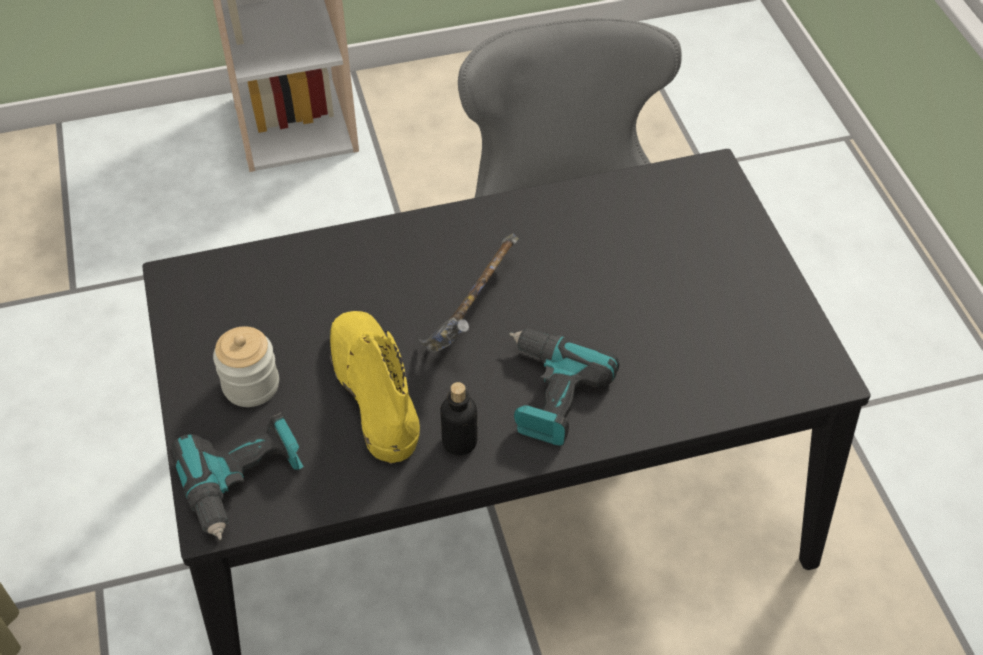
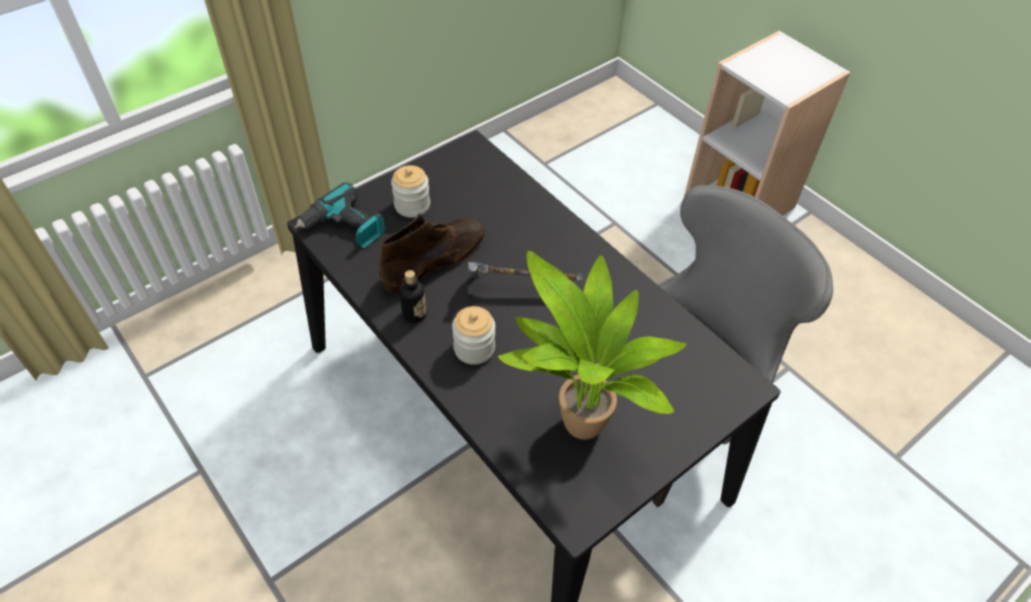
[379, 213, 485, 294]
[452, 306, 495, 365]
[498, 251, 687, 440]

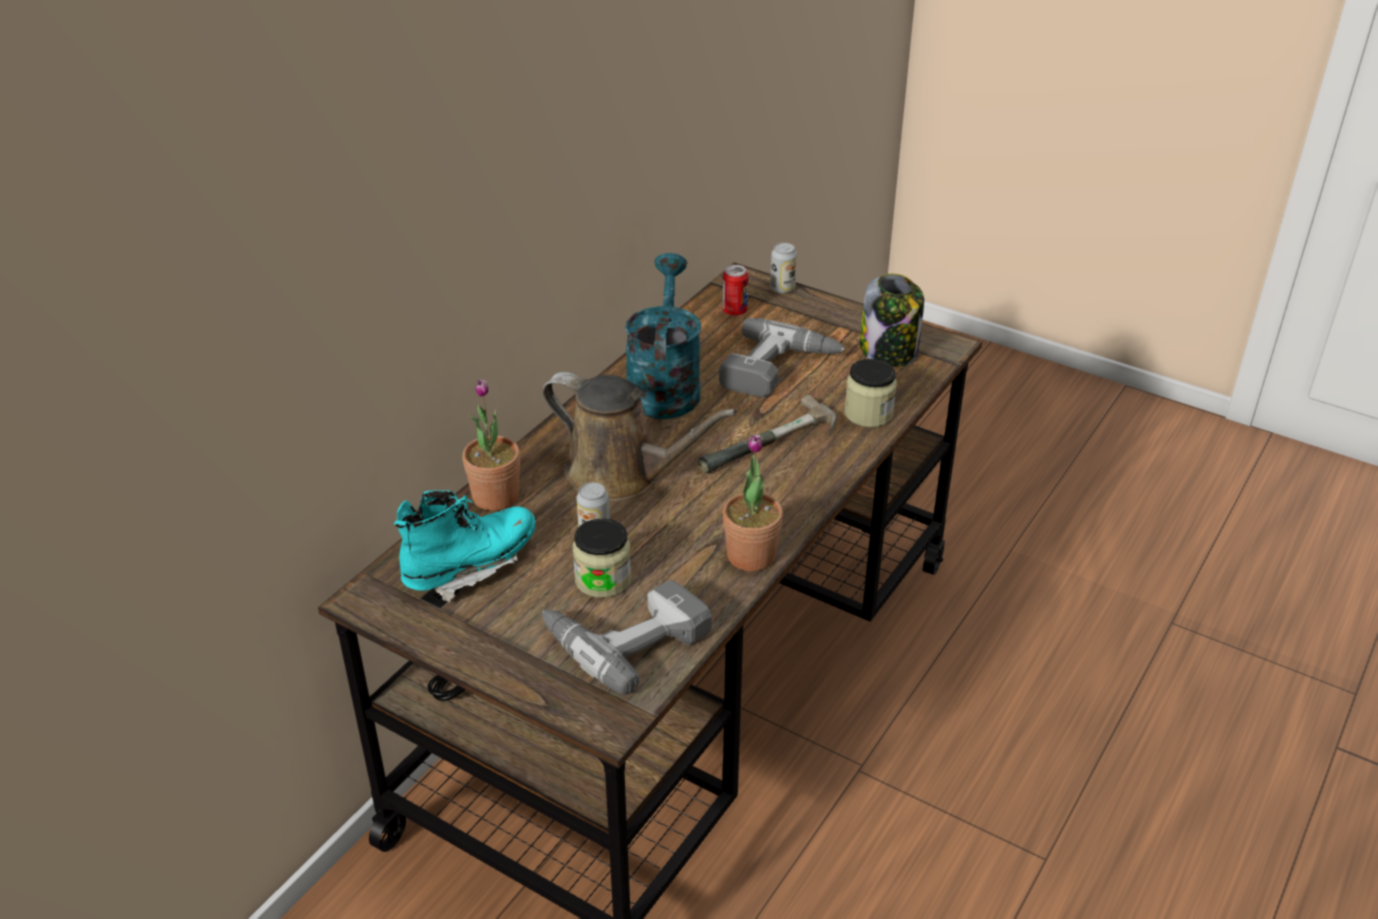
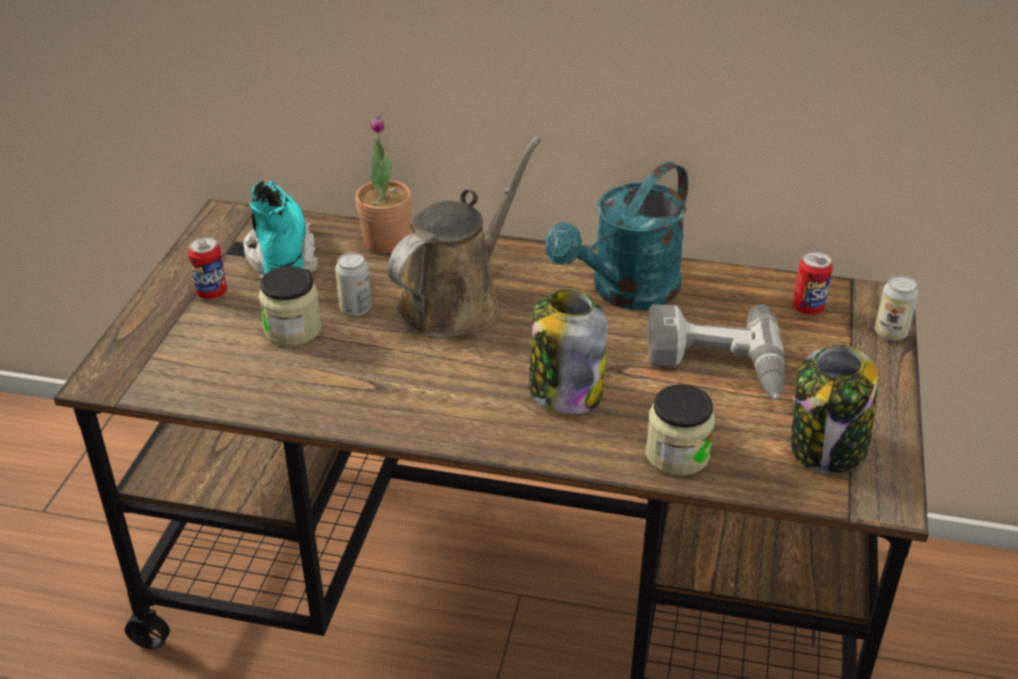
[188, 237, 227, 299]
[243, 180, 318, 278]
[388, 136, 541, 339]
[529, 290, 608, 414]
[545, 162, 688, 310]
[542, 580, 712, 695] (first image)
[723, 435, 783, 571] (first image)

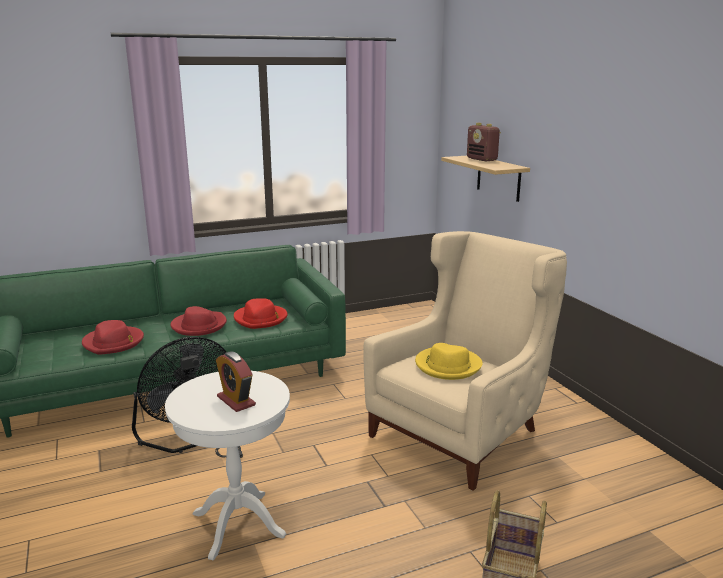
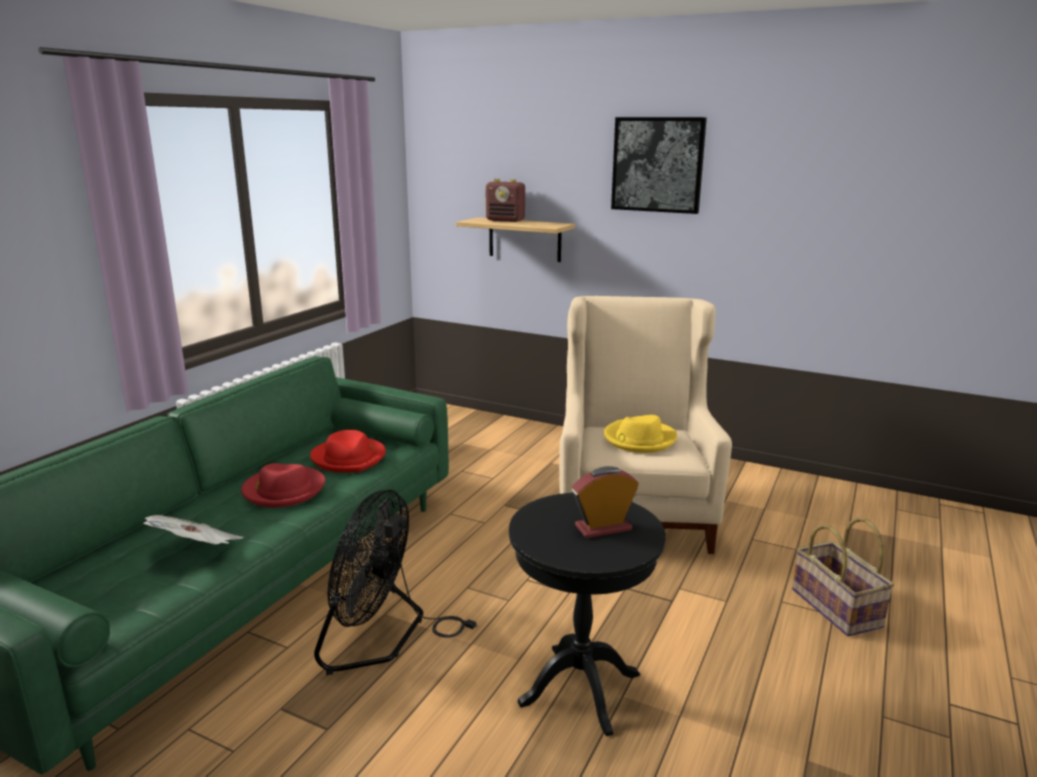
[143, 515, 244, 545]
[509, 493, 666, 736]
[572, 466, 639, 538]
[611, 117, 707, 214]

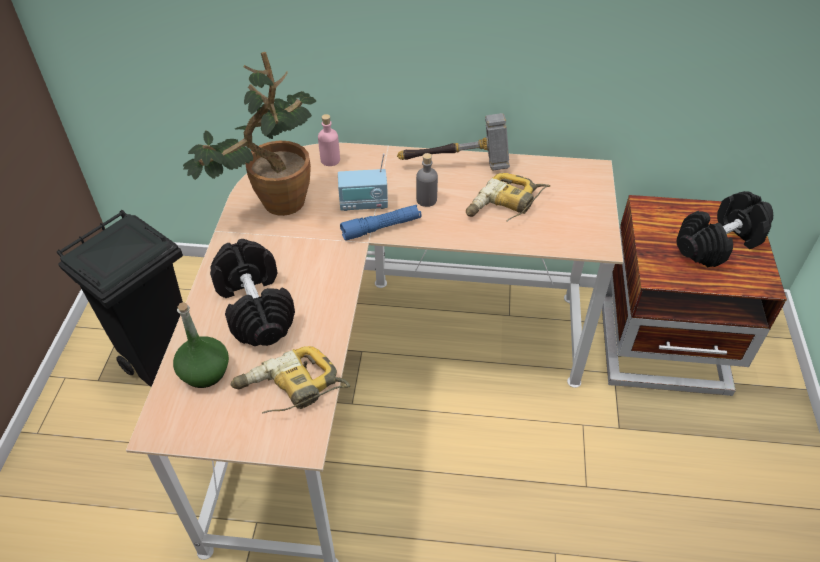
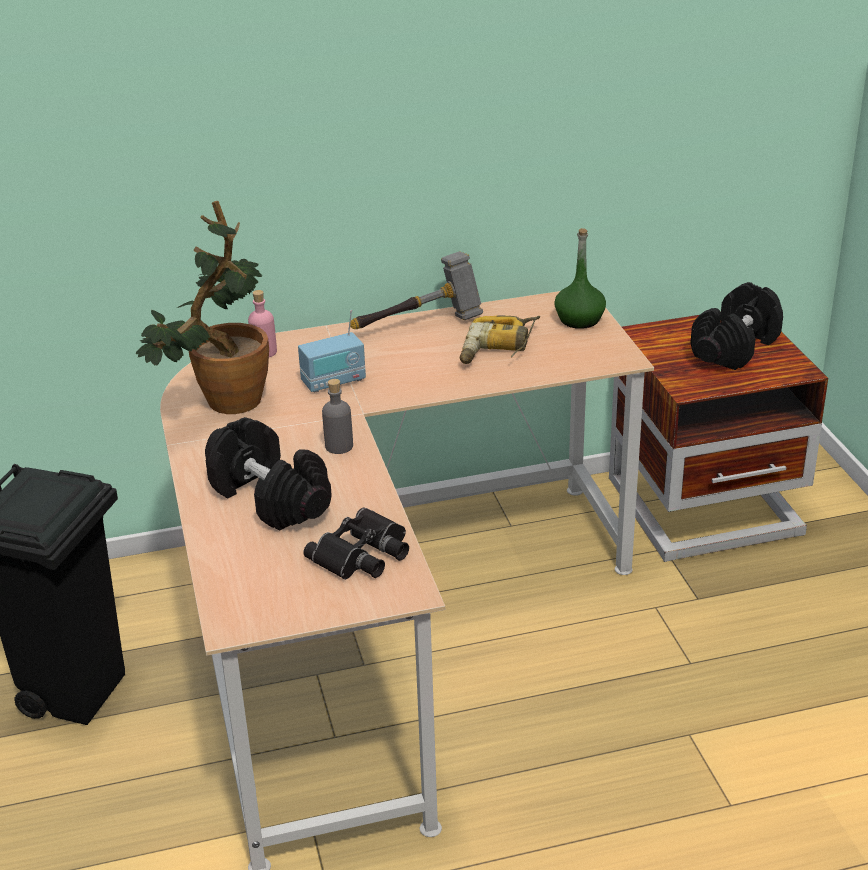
[304, 508, 409, 580]
[322, 379, 353, 454]
[554, 228, 606, 329]
[340, 205, 422, 241] (first image)

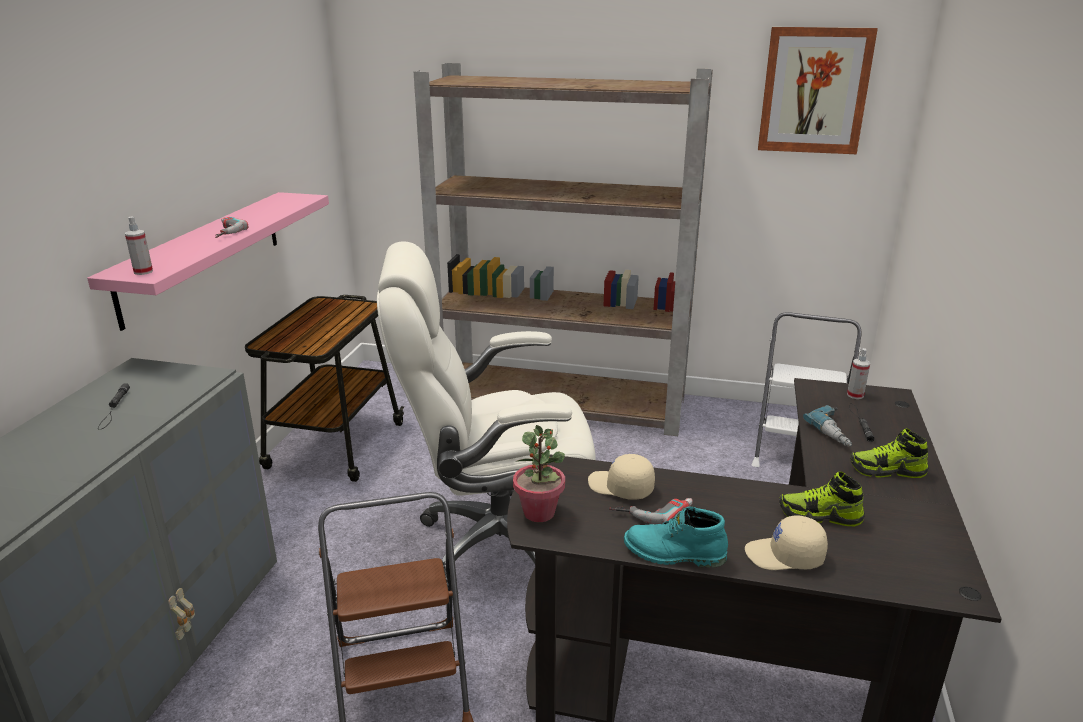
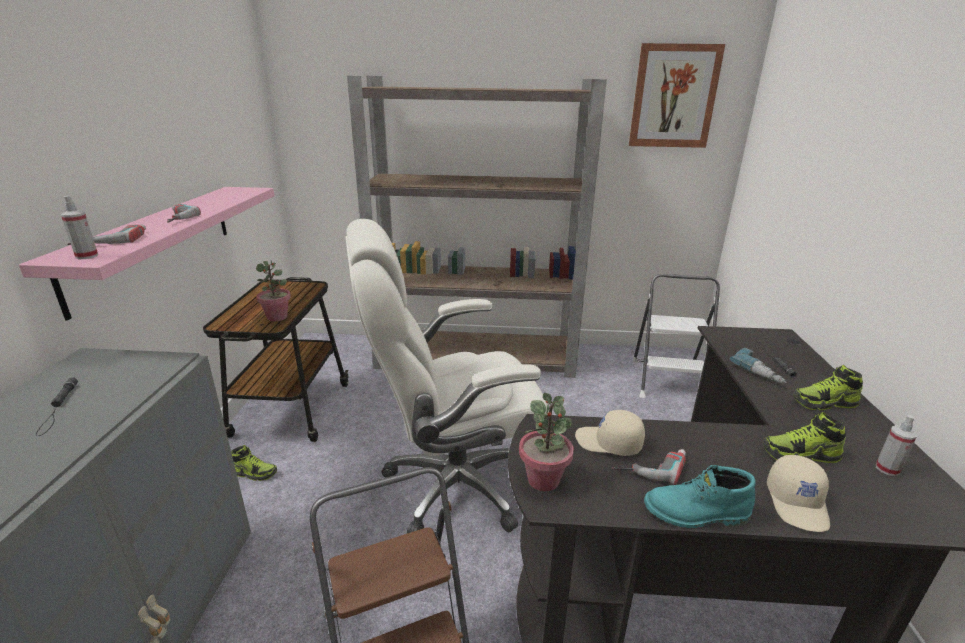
[68, 224, 146, 245]
[231, 445, 277, 481]
[256, 261, 291, 321]
[767, 455, 830, 532]
[876, 415, 917, 476]

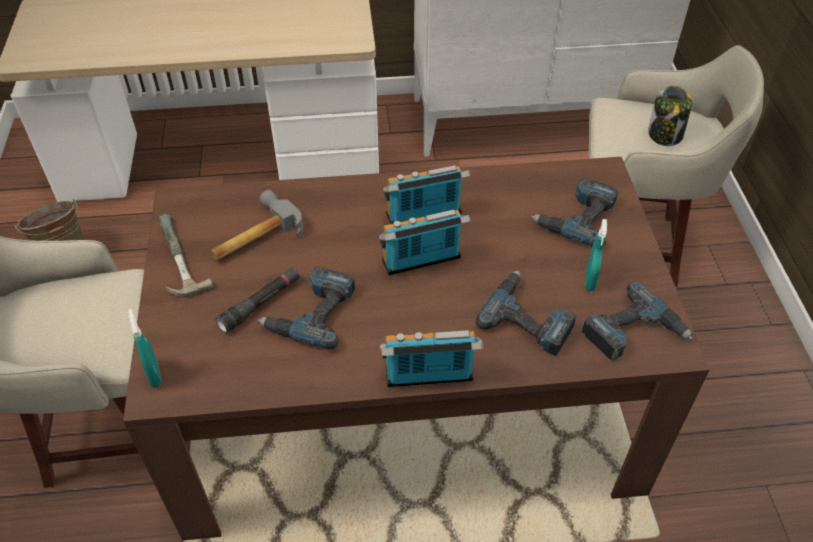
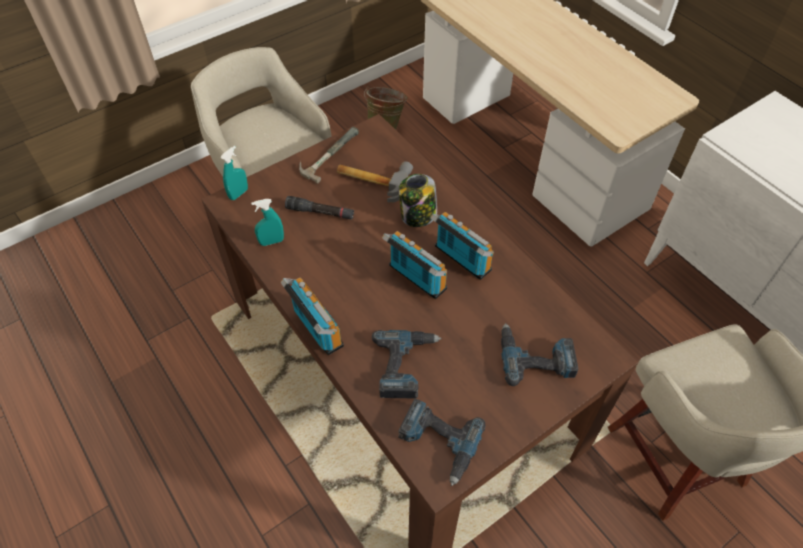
[251, 199, 284, 246]
[399, 174, 437, 227]
[258, 267, 355, 349] (first image)

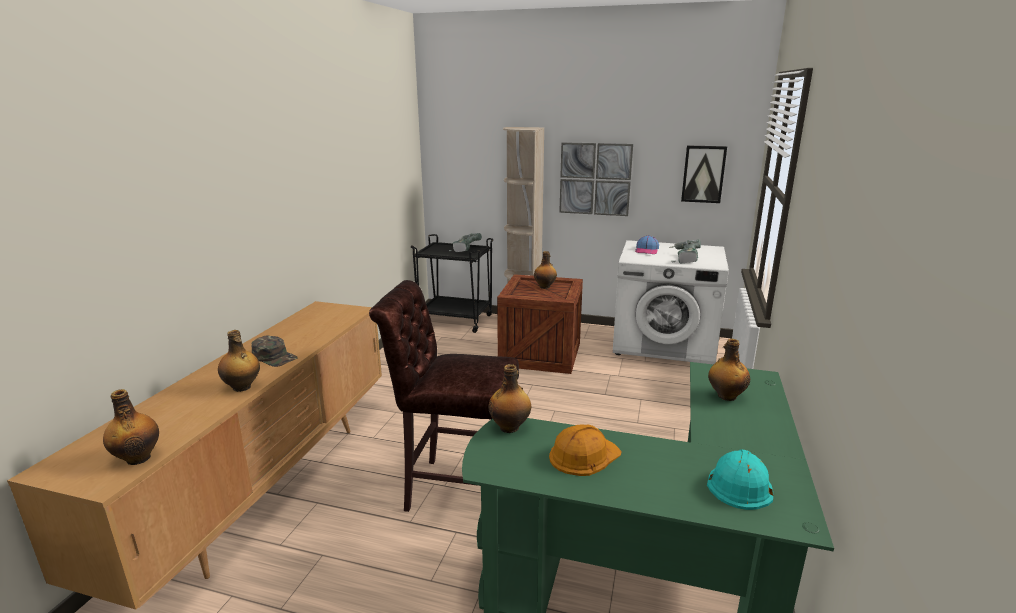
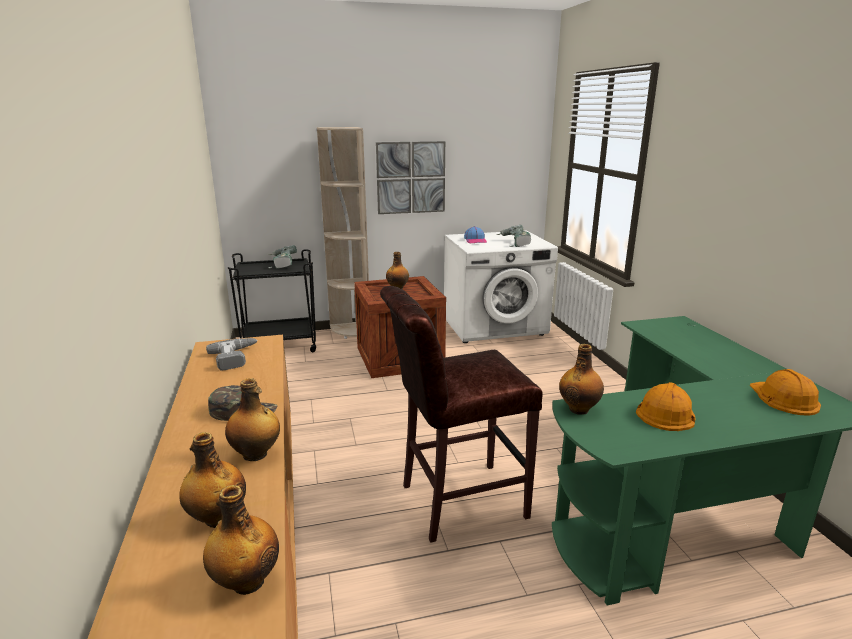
[179, 432, 246, 528]
[206, 338, 258, 371]
[750, 369, 821, 415]
[681, 145, 727, 203] (first image)

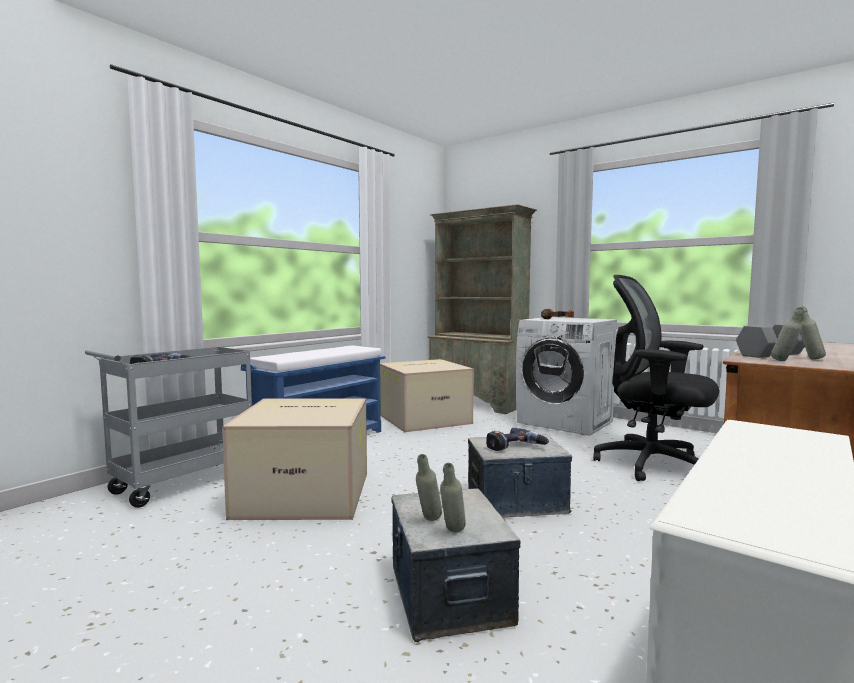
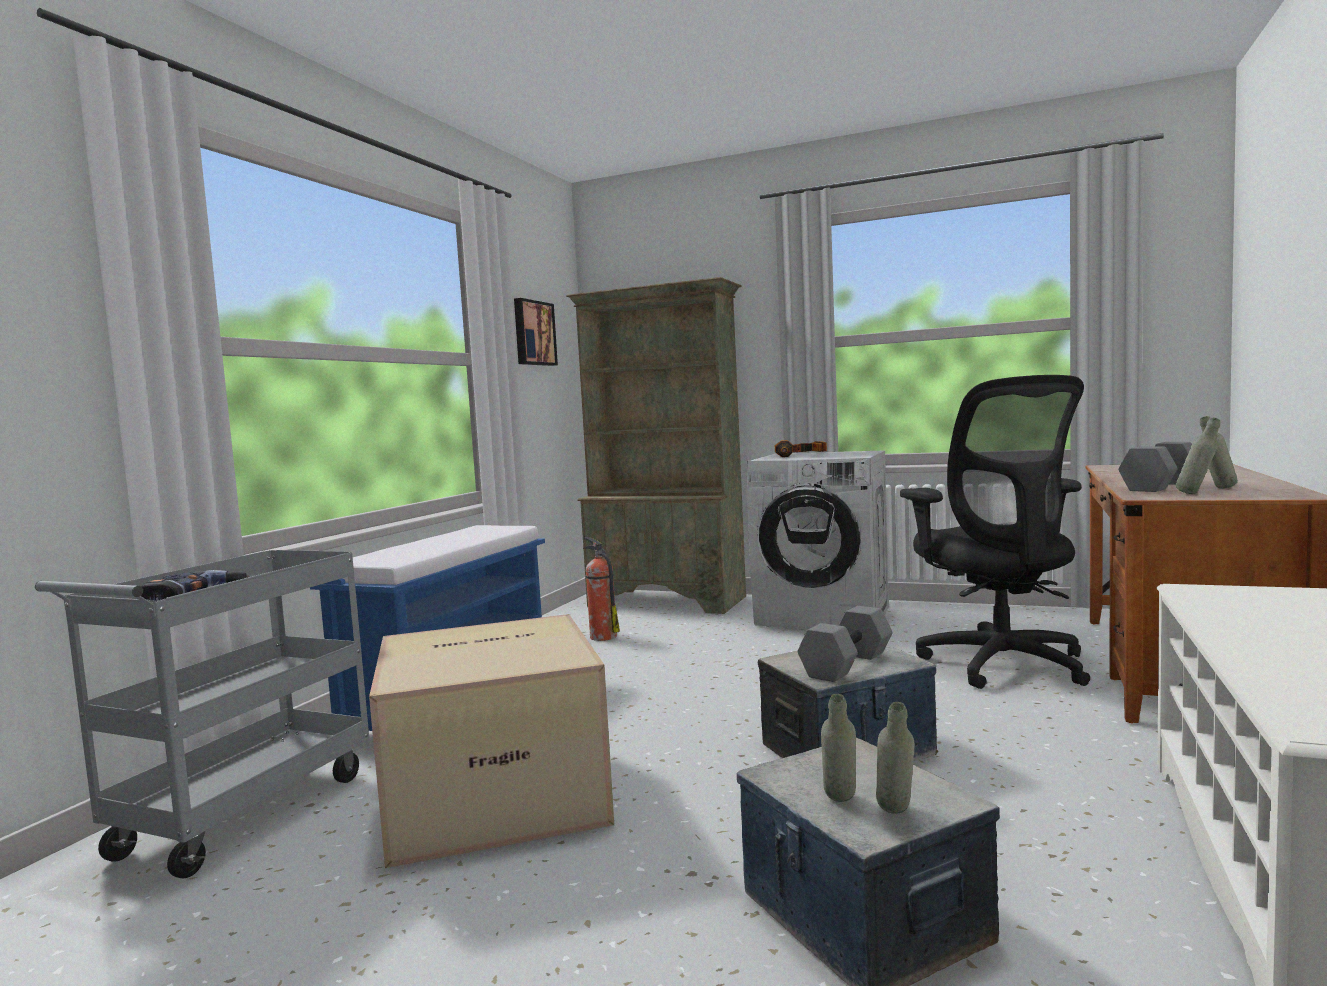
[514, 298, 558, 366]
[583, 537, 620, 641]
[797, 606, 893, 682]
[900, 375, 1090, 689]

